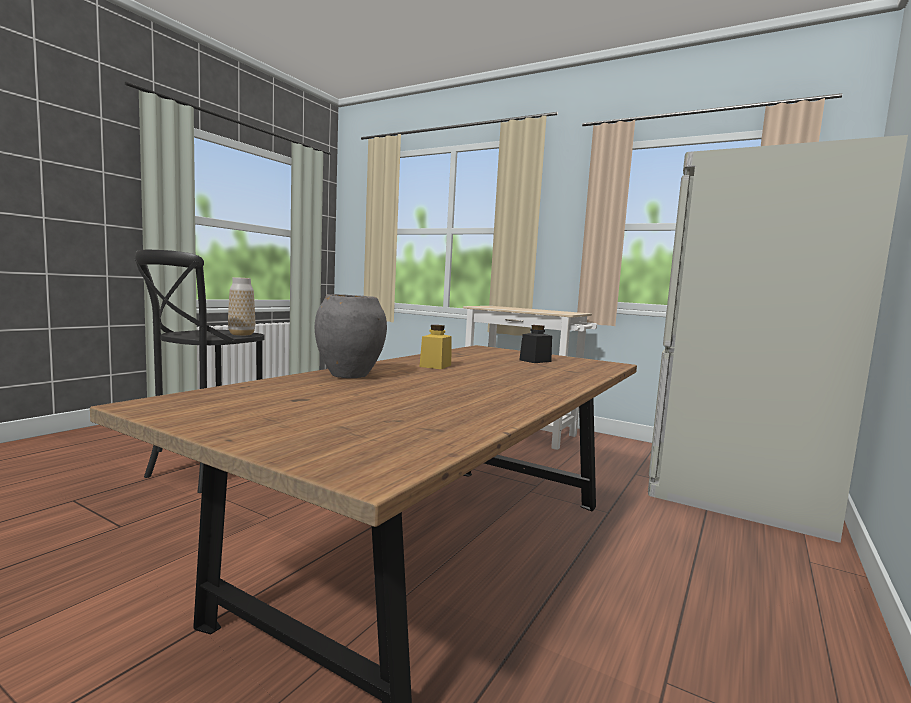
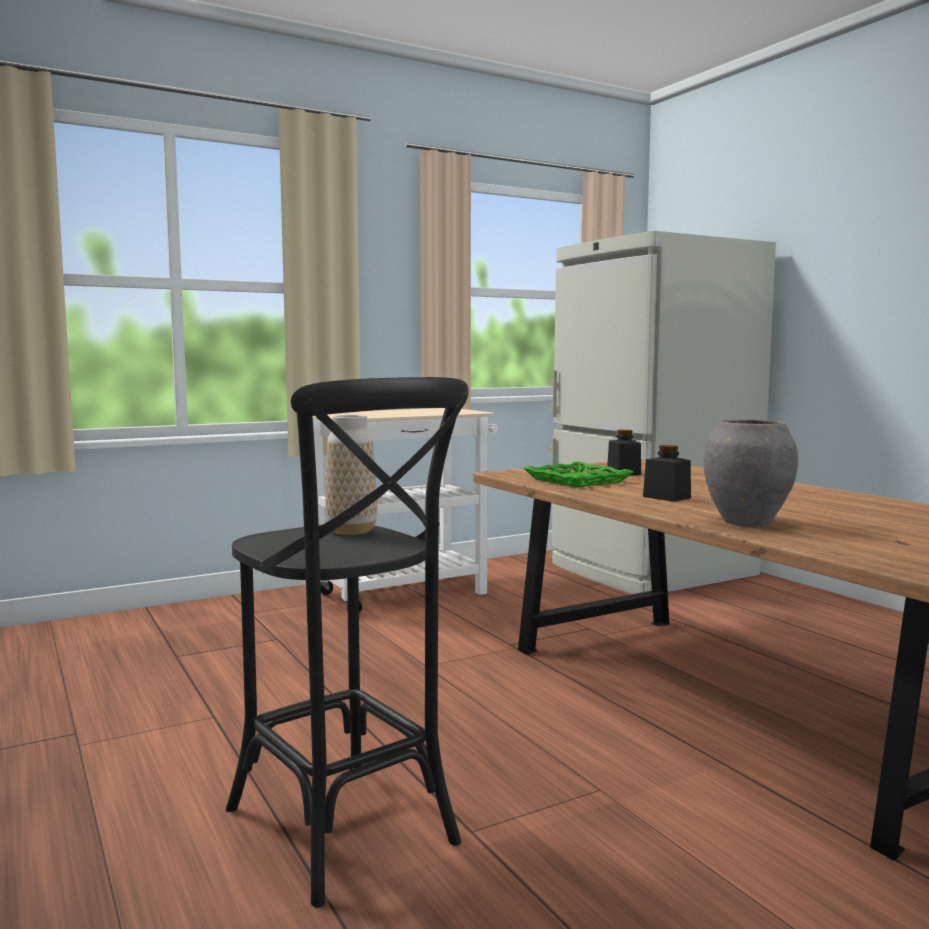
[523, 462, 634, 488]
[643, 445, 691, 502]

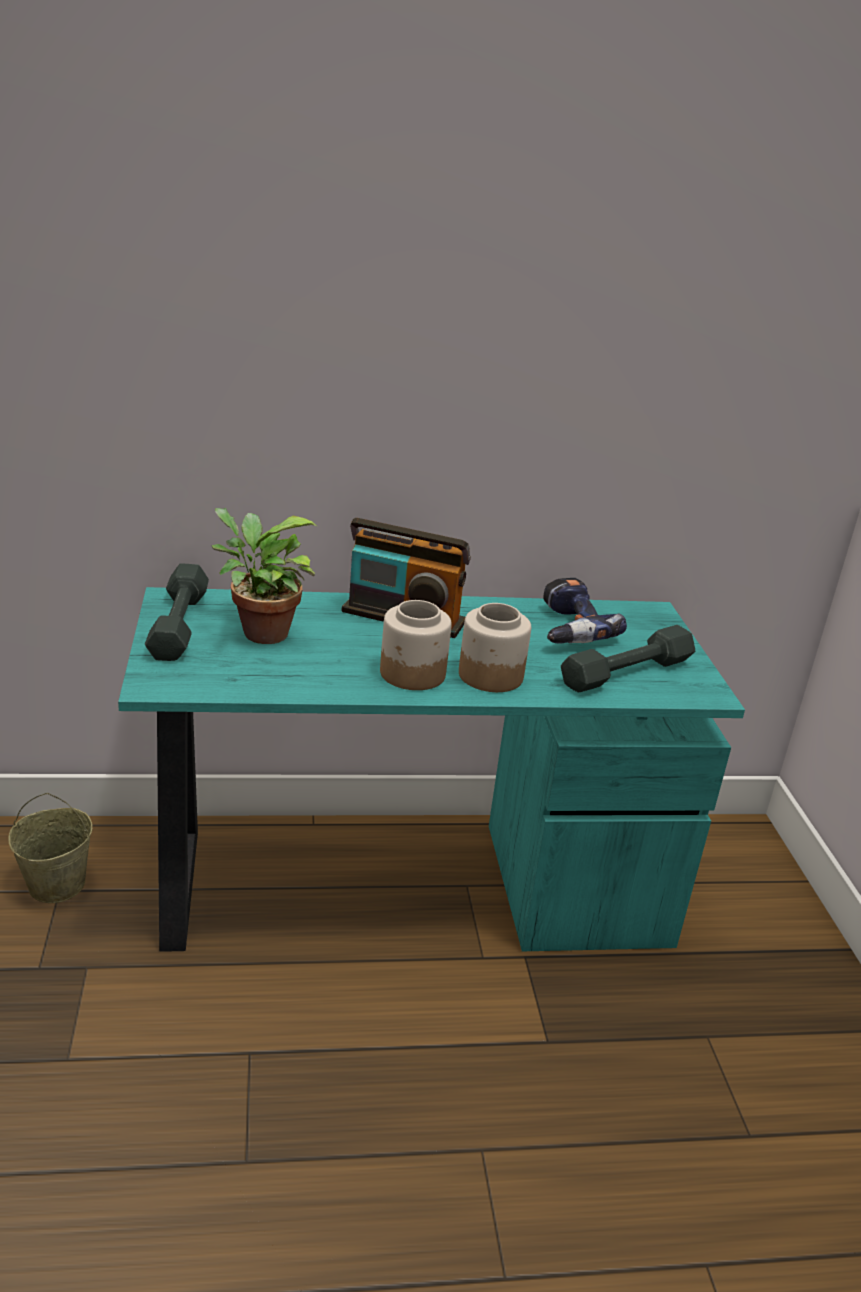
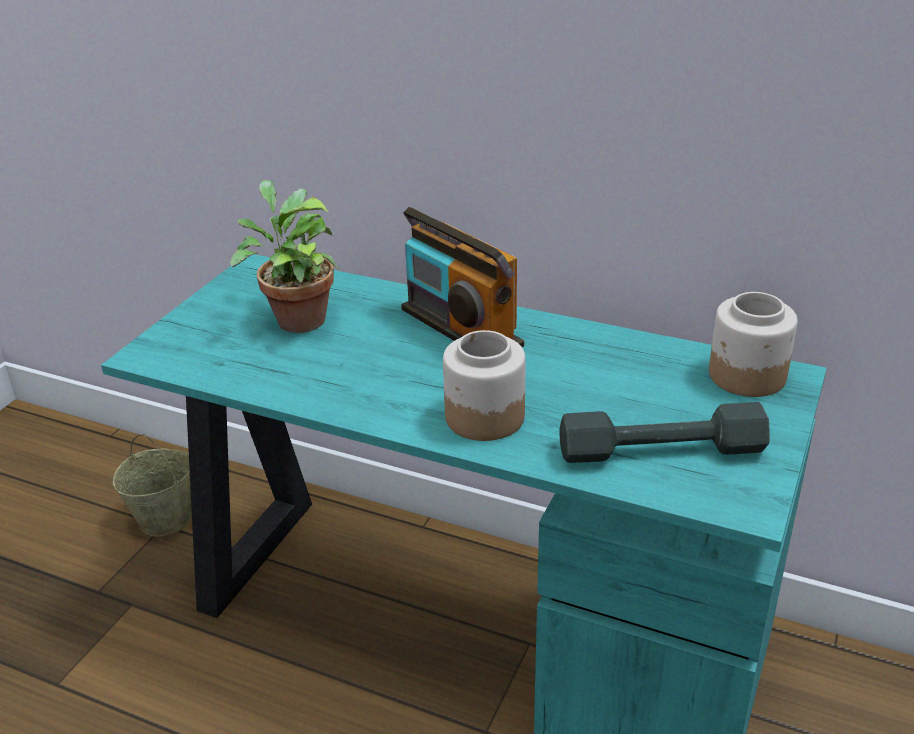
[709, 292, 798, 397]
[145, 564, 209, 661] (first image)
[543, 578, 627, 644] (first image)

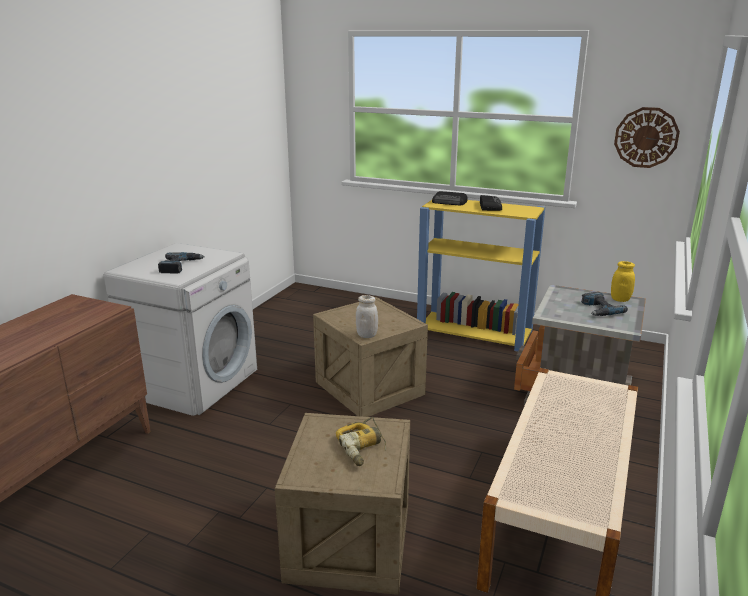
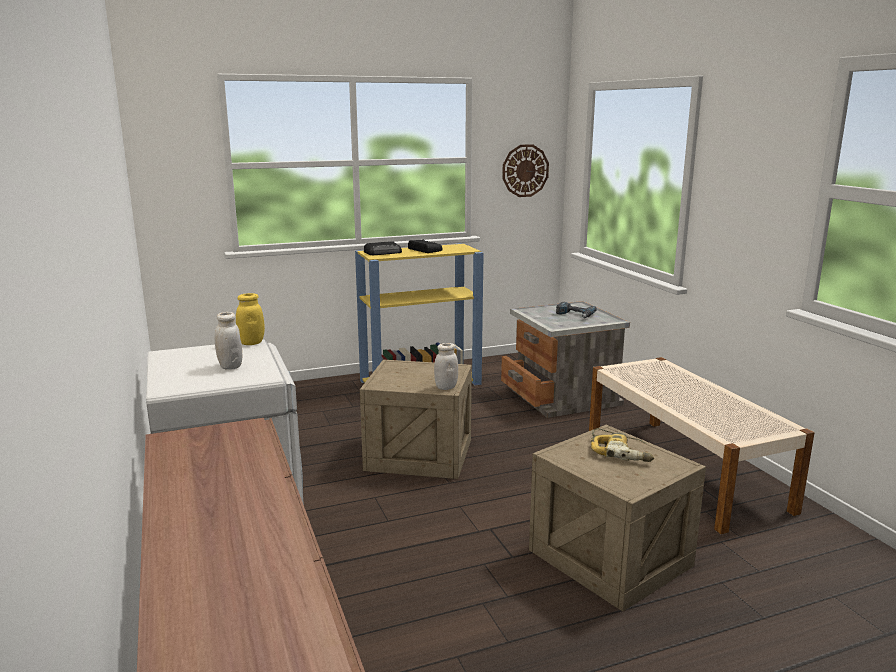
[215, 312, 242, 370]
[236, 293, 265, 345]

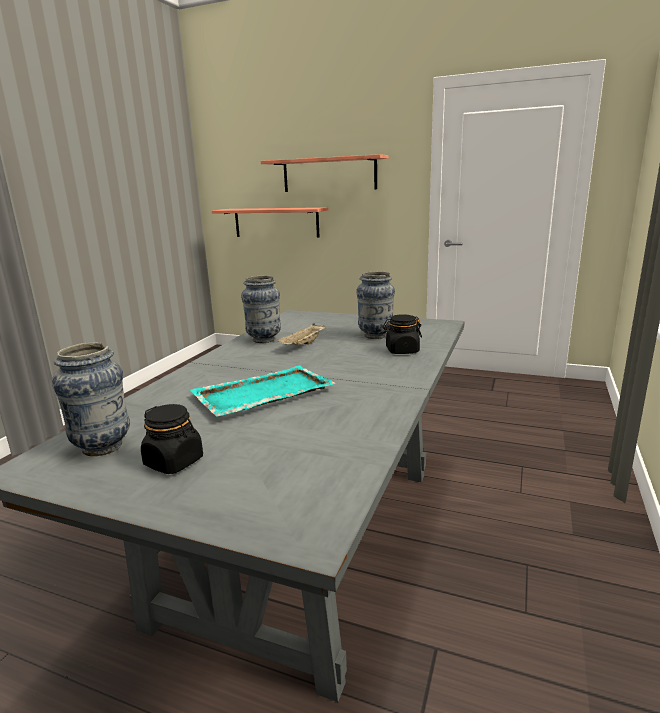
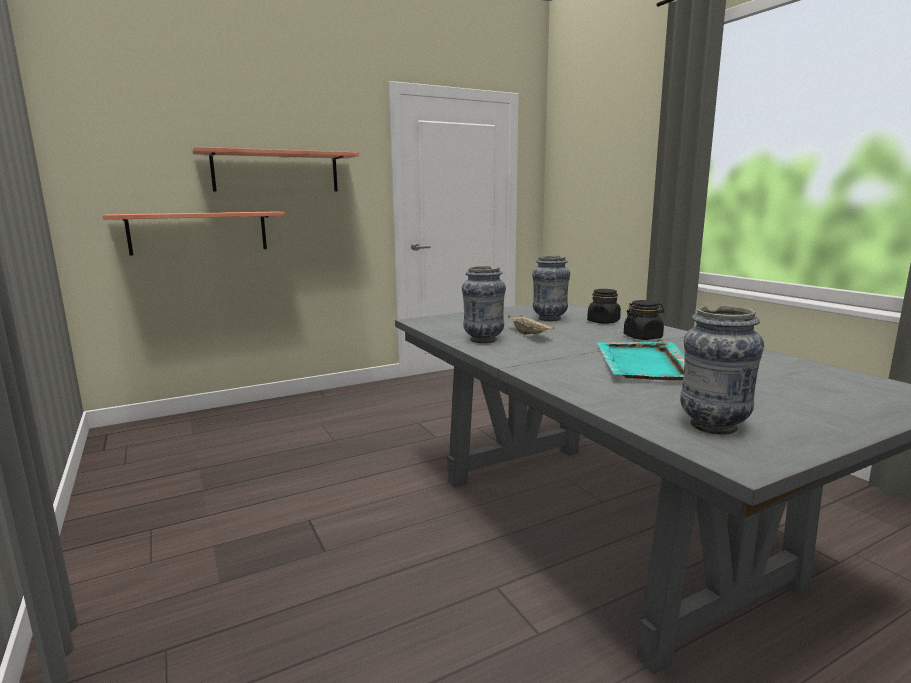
[624, 300, 664, 340]

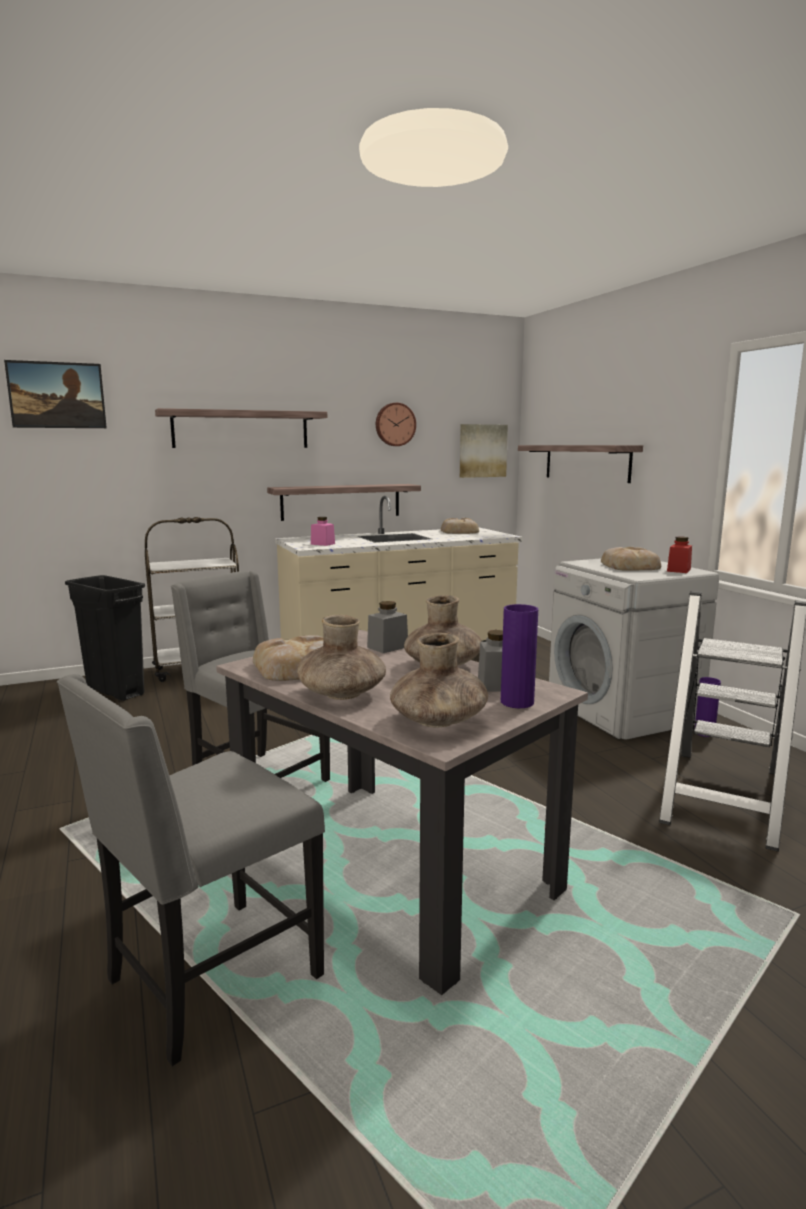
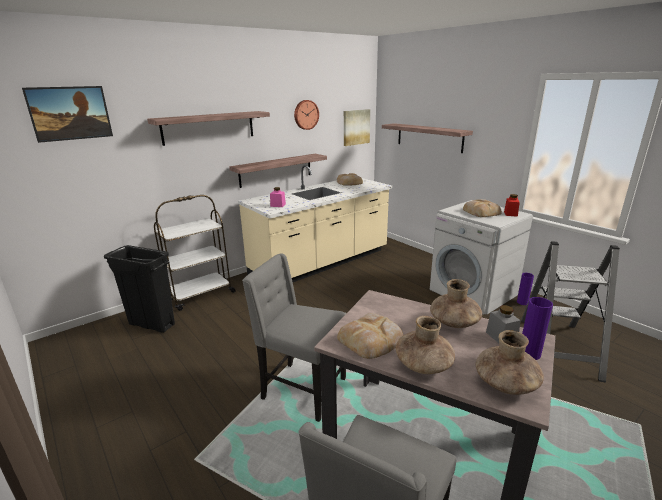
[367, 601, 408, 653] (first image)

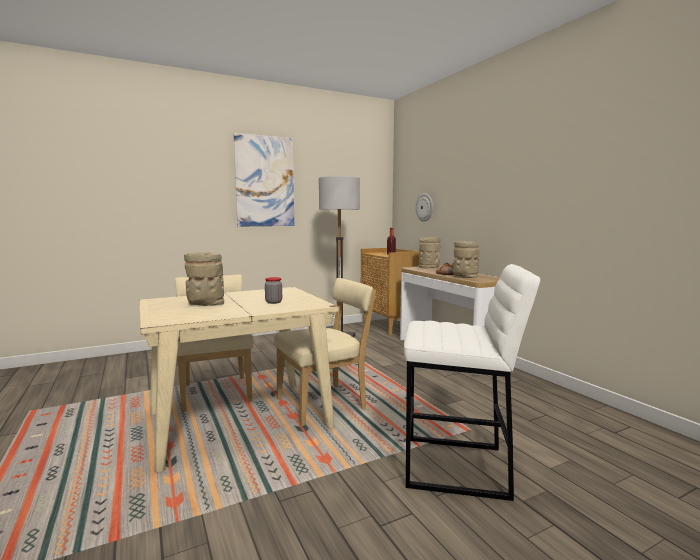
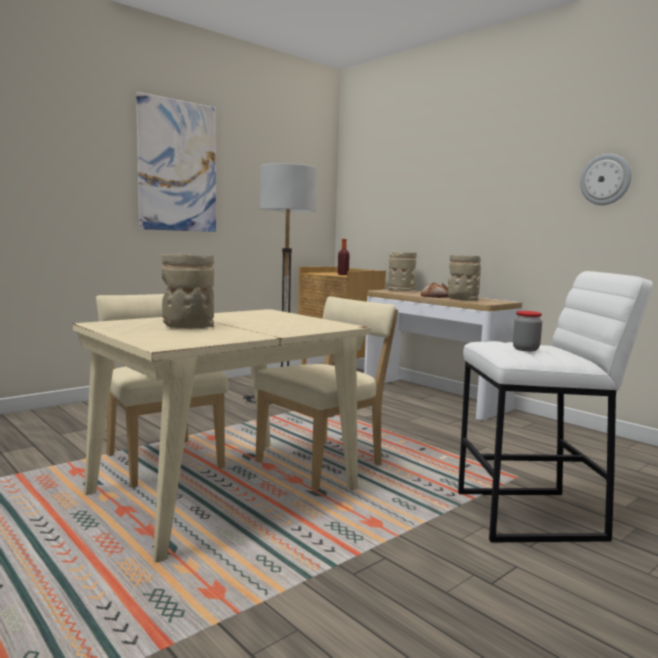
[513, 311, 542, 351]
[580, 154, 631, 205]

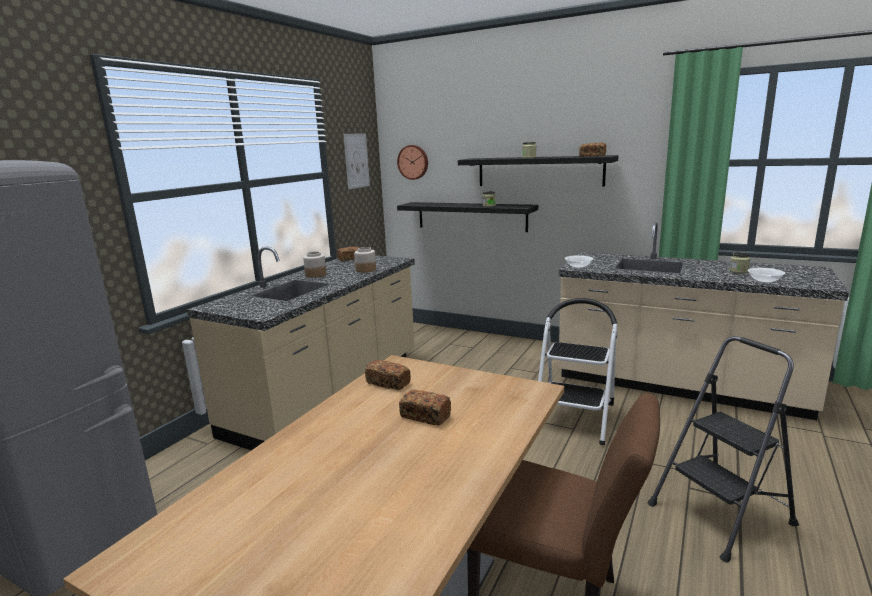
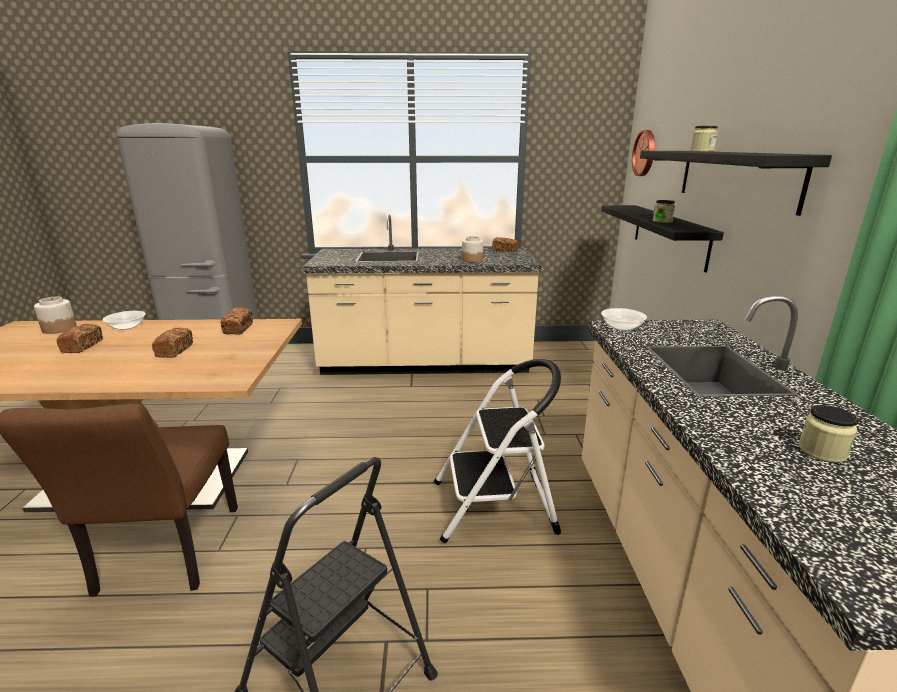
[34, 297, 77, 334]
[56, 324, 103, 353]
[103, 311, 145, 330]
[343, 133, 370, 189] (first image)

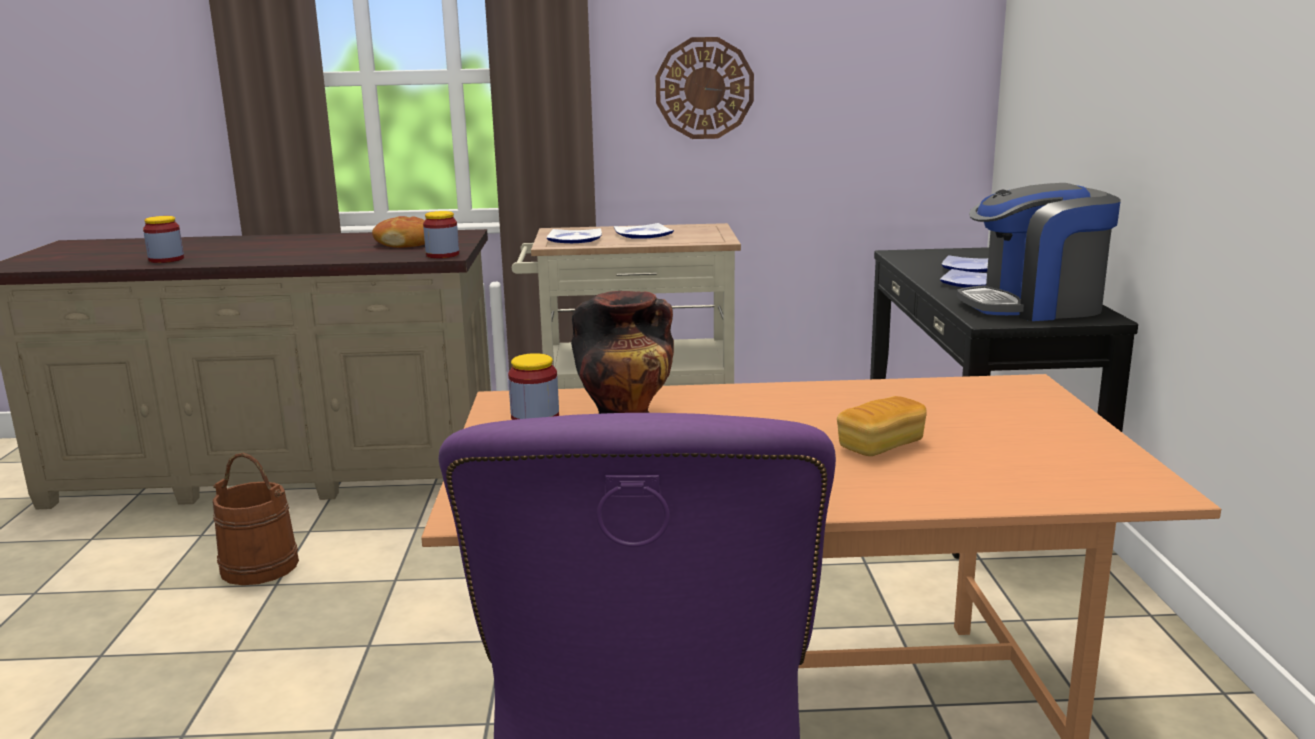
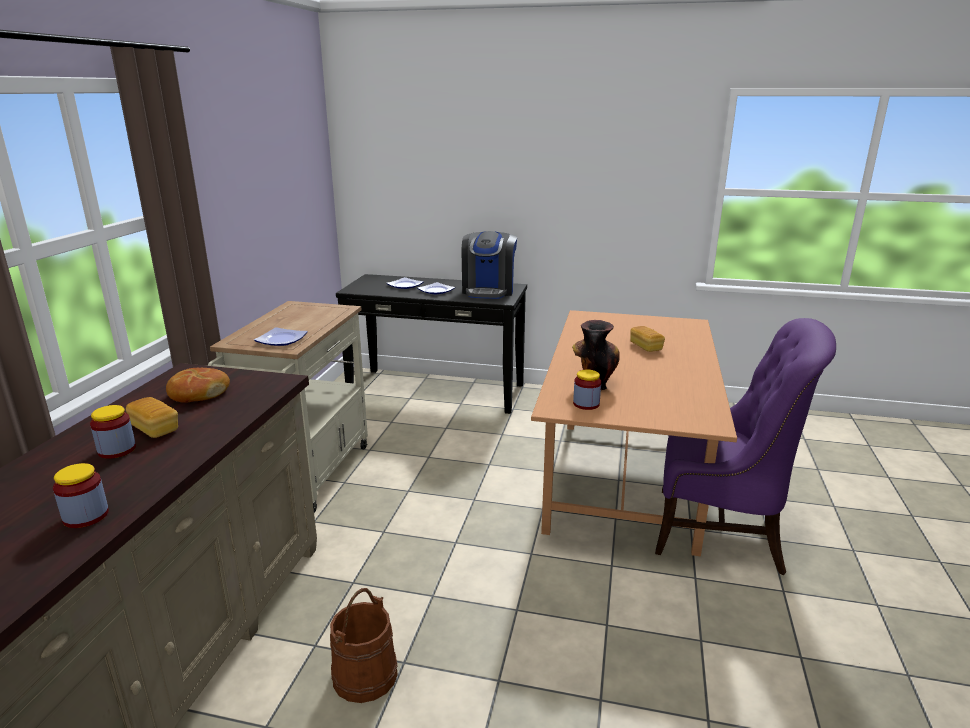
[90, 405, 136, 459]
[126, 397, 178, 438]
[614, 223, 674, 239] (first image)
[655, 37, 754, 139] (first image)

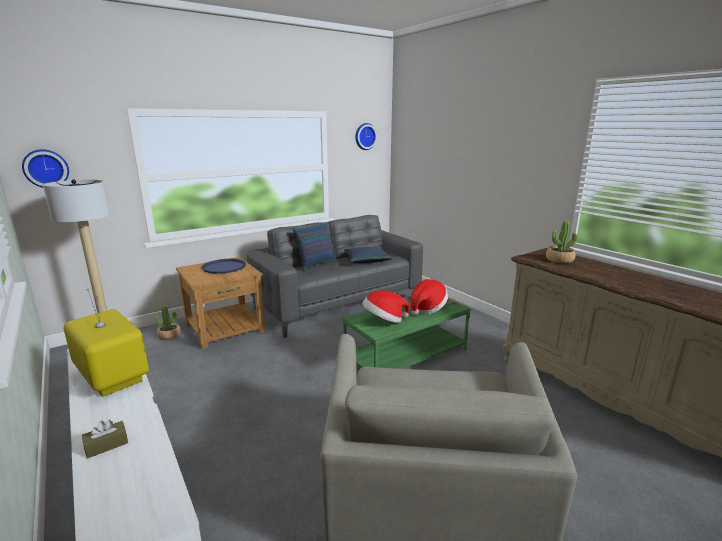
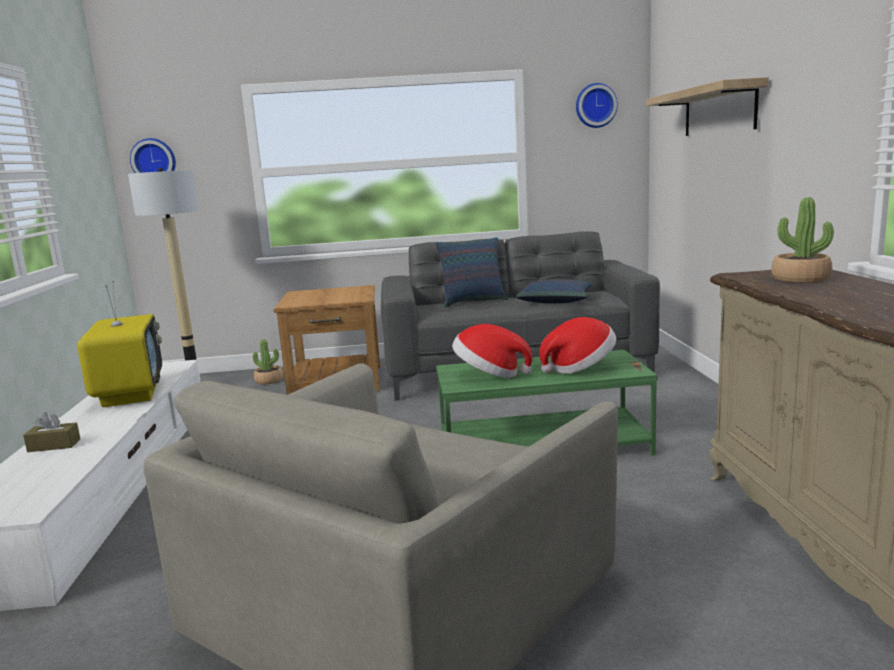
[646, 77, 769, 136]
[202, 259, 246, 274] (first image)

